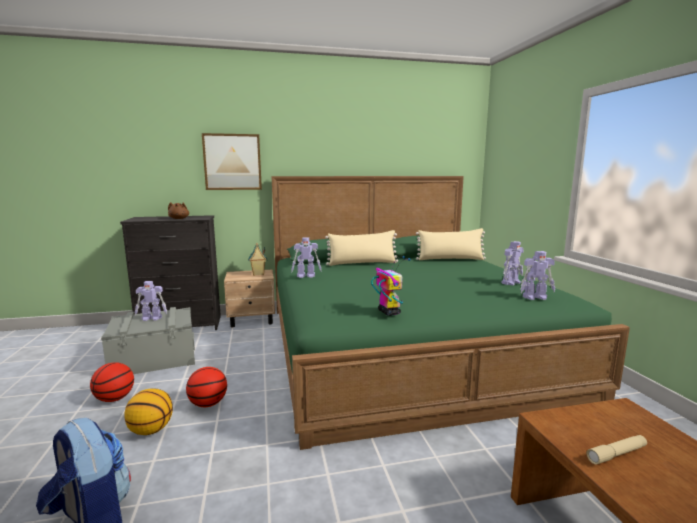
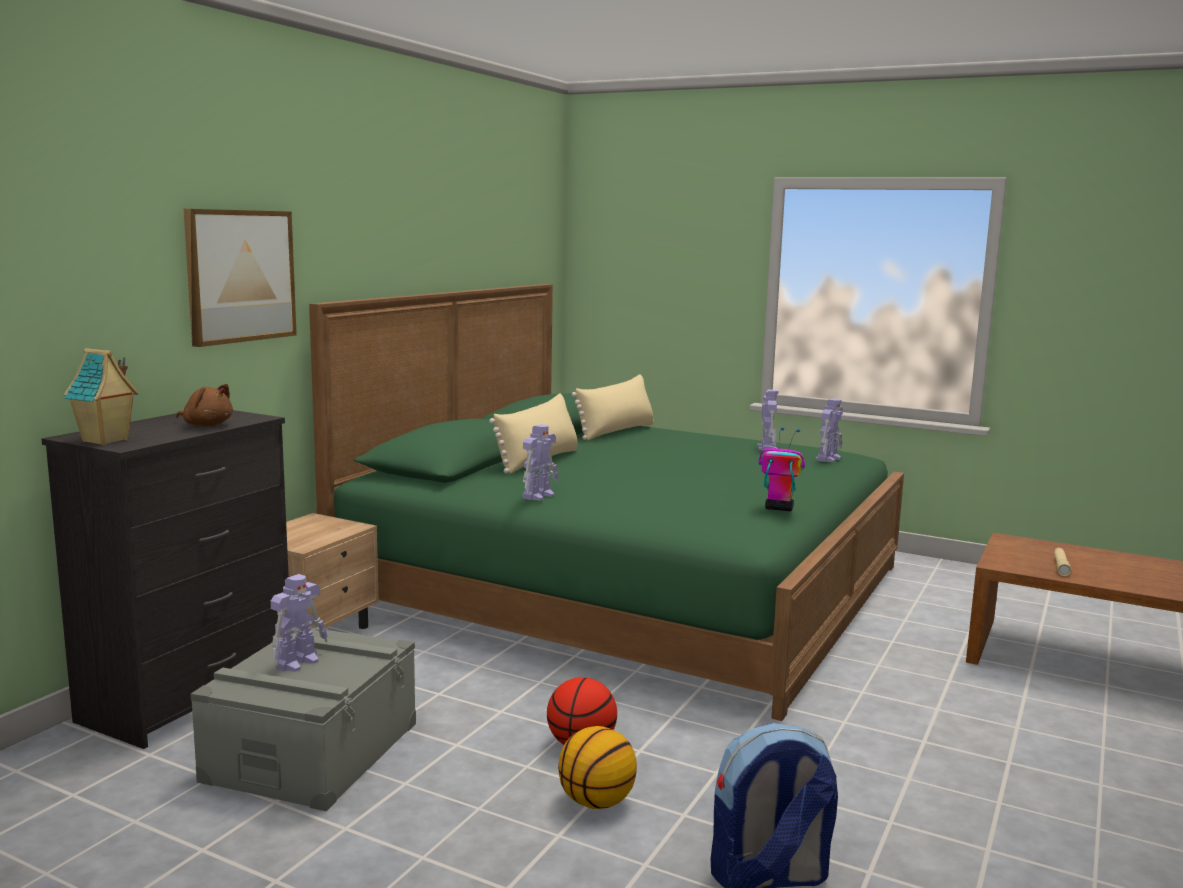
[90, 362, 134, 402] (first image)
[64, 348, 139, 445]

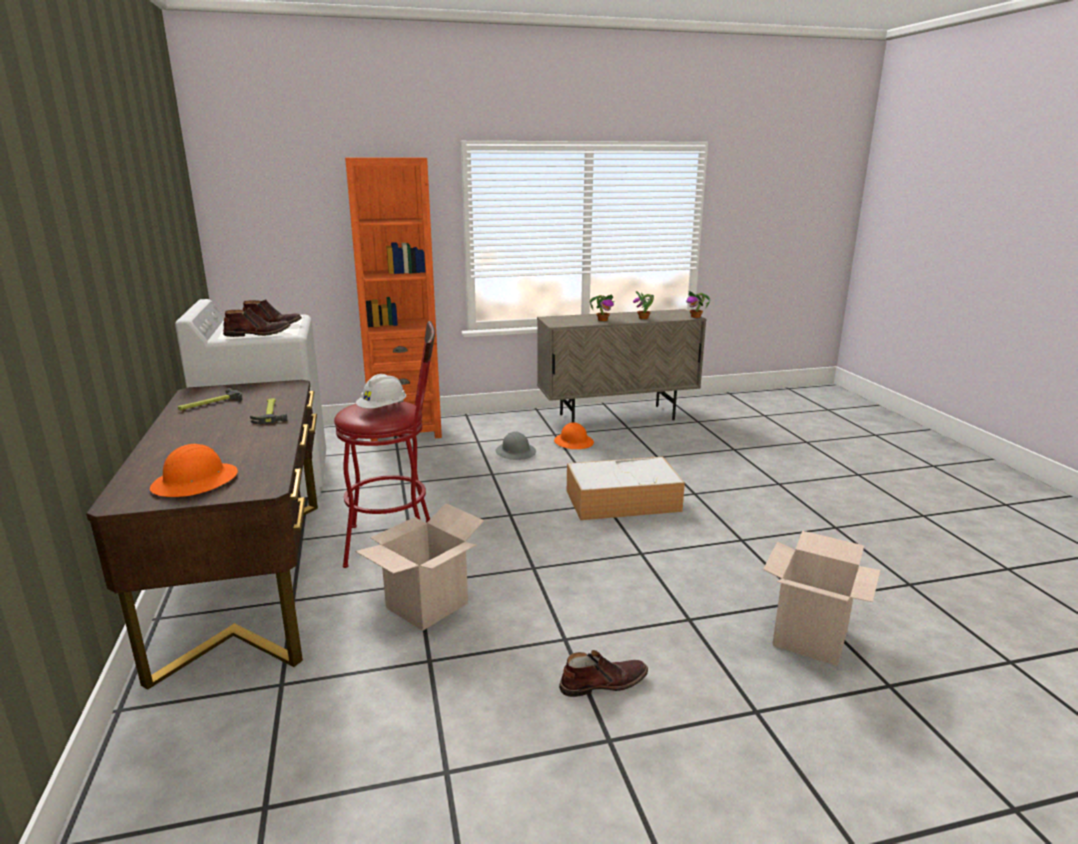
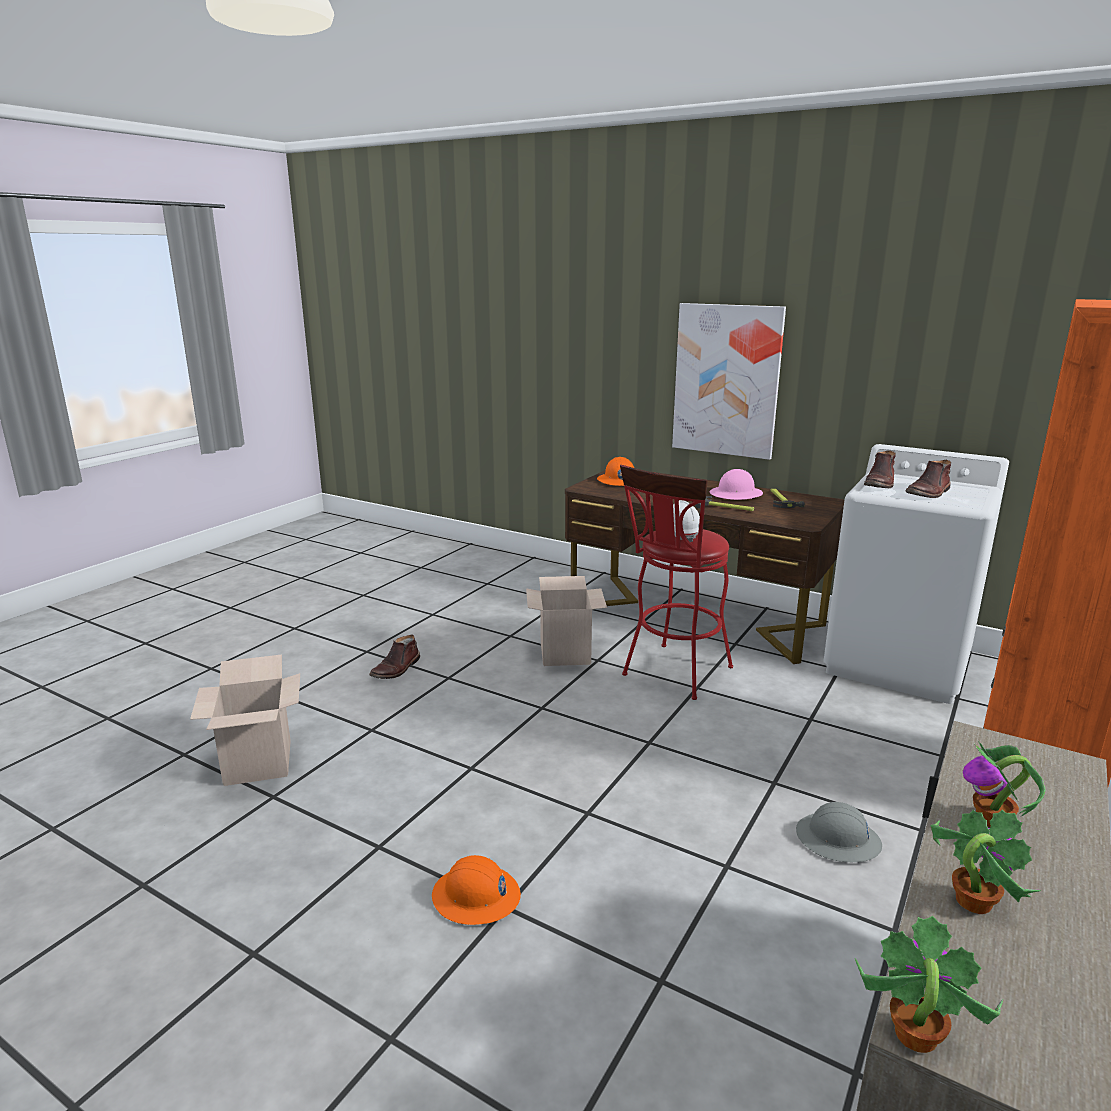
[432, 855, 521, 925]
[567, 457, 685, 520] (first image)
[672, 303, 786, 460]
[710, 469, 763, 500]

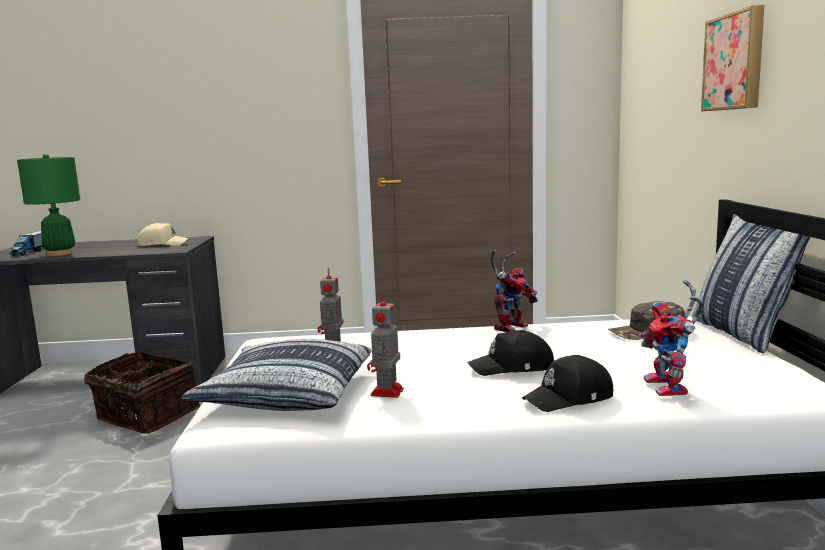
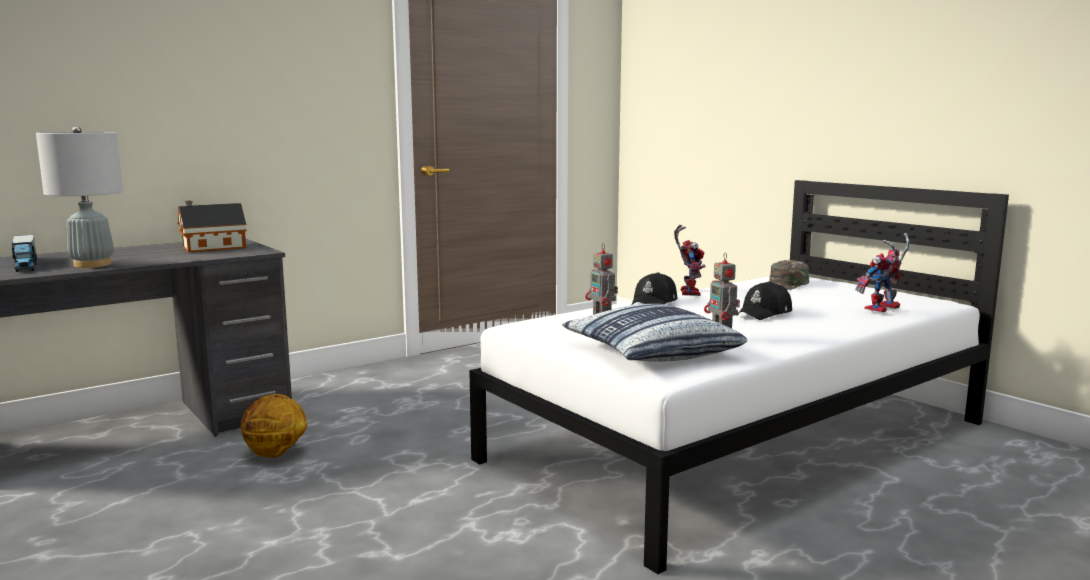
[36, 126, 123, 268]
[241, 394, 307, 458]
[178, 200, 247, 252]
[632, 272, 677, 304]
[855, 233, 910, 312]
[693, 214, 811, 353] (first image)
[701, 5, 765, 111] (first image)

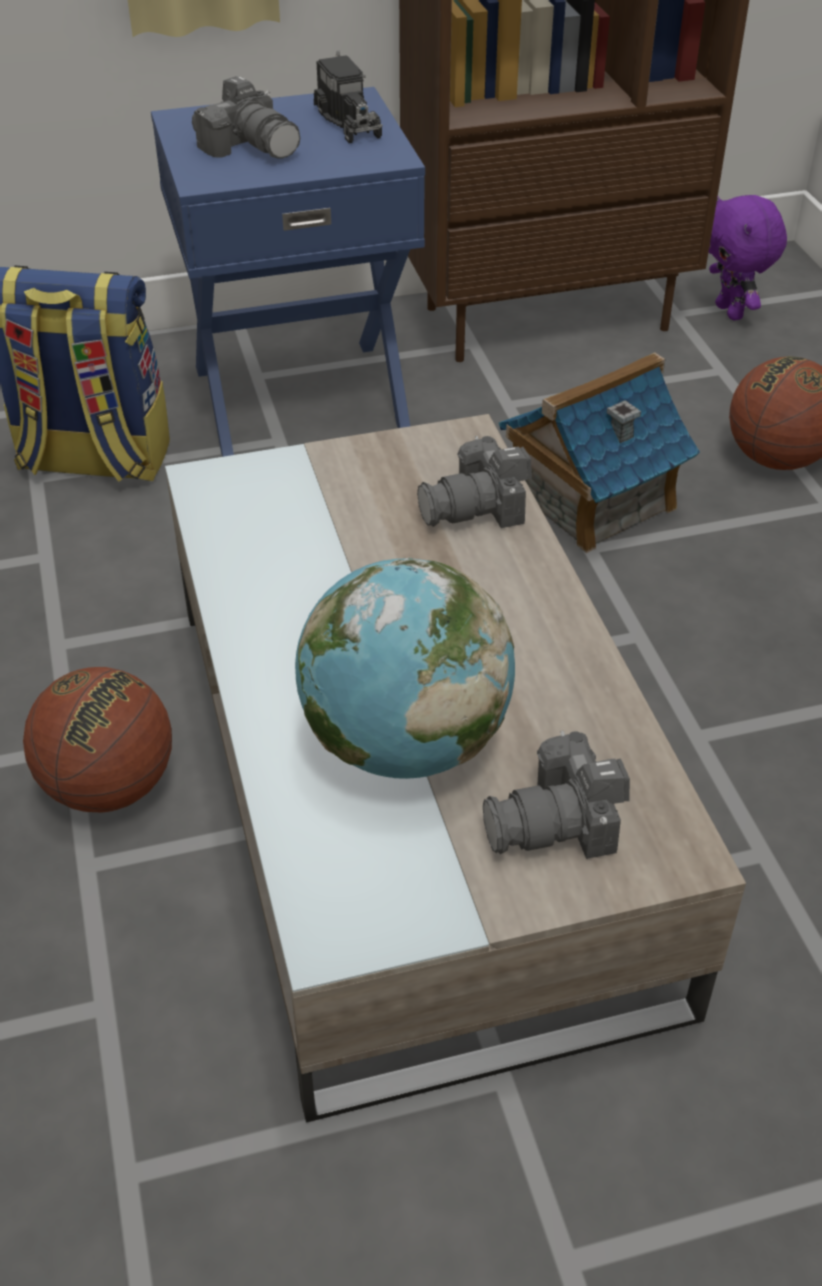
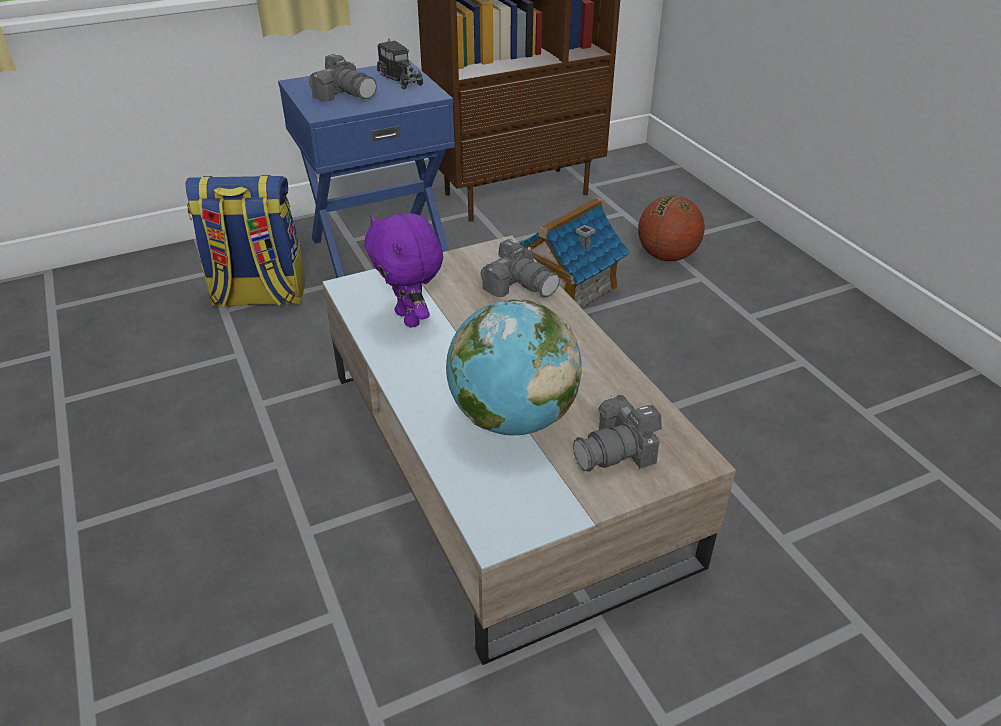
[23, 667, 172, 813] (first image)
[480, 239, 560, 297]
[364, 213, 443, 328]

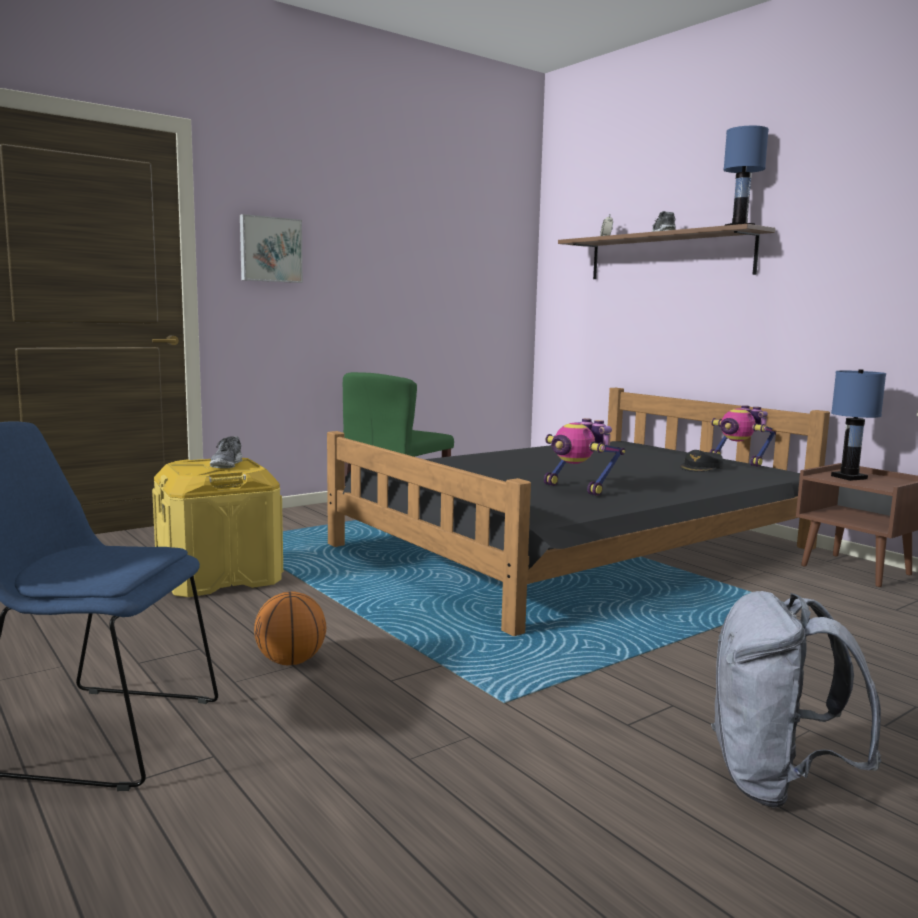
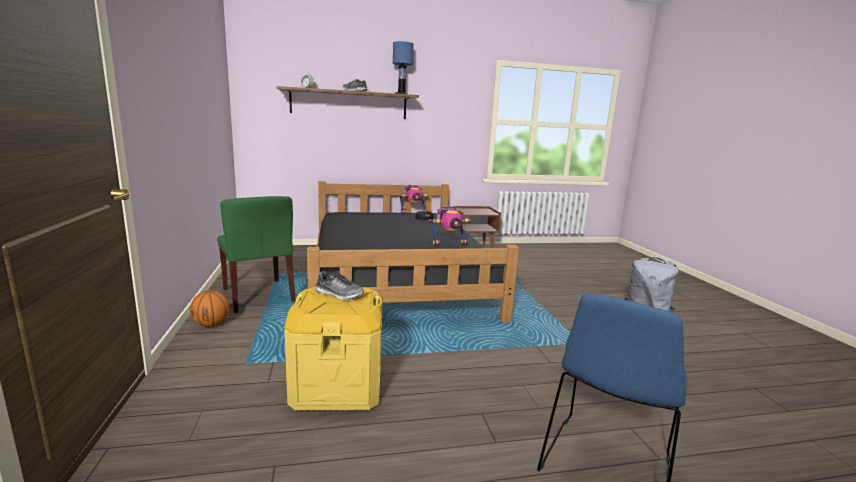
[240, 214, 303, 283] (first image)
[190, 290, 229, 327]
[831, 369, 886, 481] (first image)

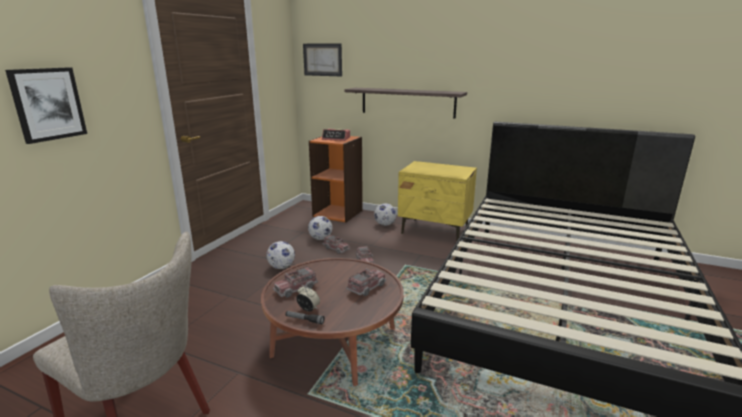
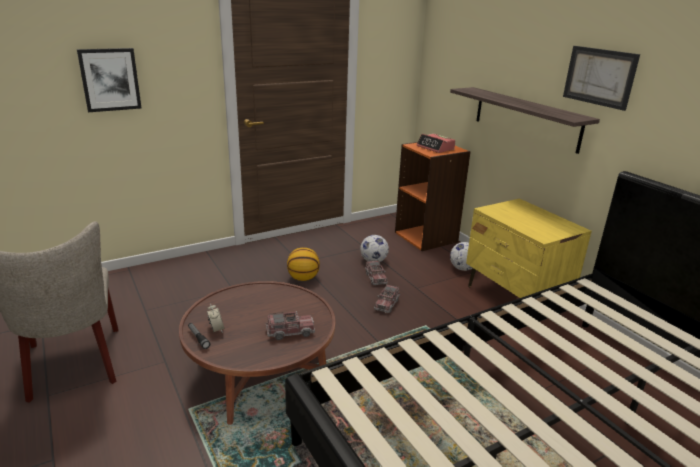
[287, 248, 320, 281]
[273, 266, 318, 298] (first image)
[563, 46, 640, 111]

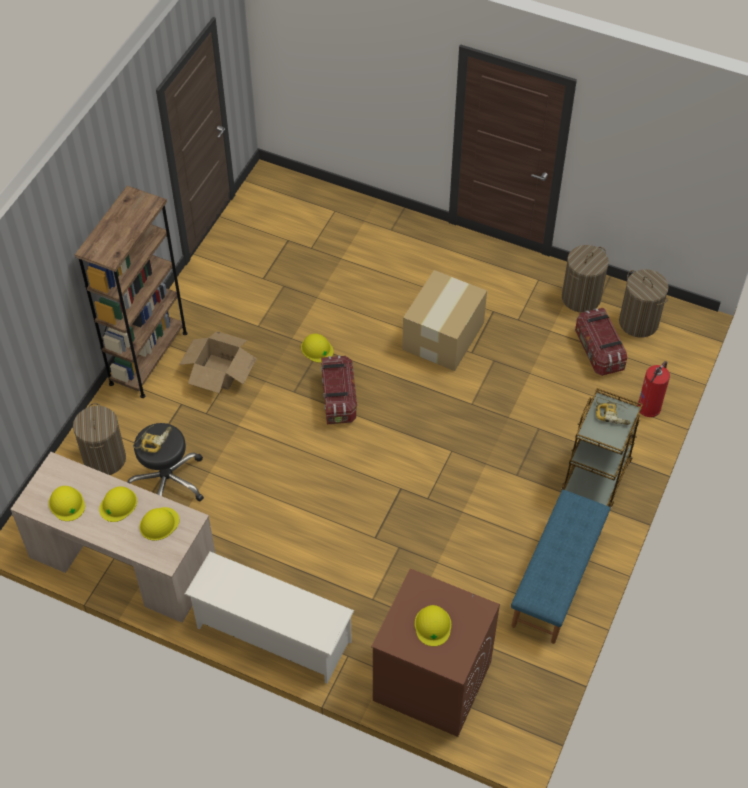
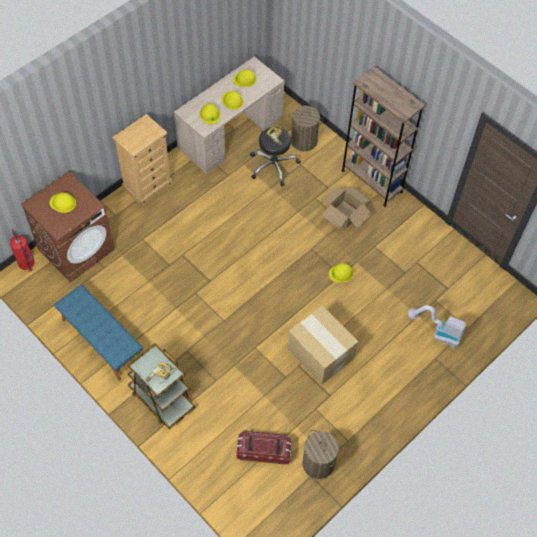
[112, 114, 173, 206]
[321, 355, 357, 424] (first image)
[619, 269, 669, 337] (first image)
[10, 230, 35, 271]
[408, 305, 466, 348]

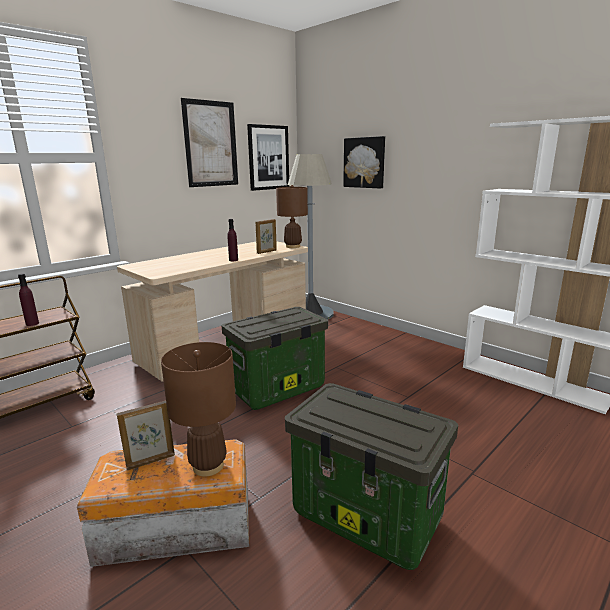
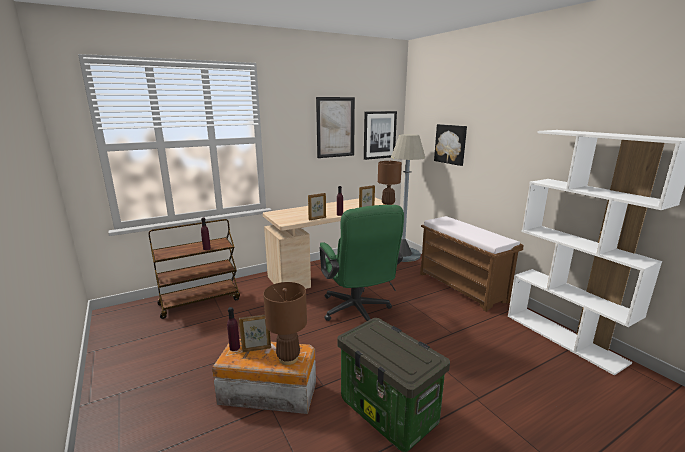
[319, 205, 404, 321]
[227, 307, 240, 351]
[308, 193, 326, 220]
[420, 216, 523, 312]

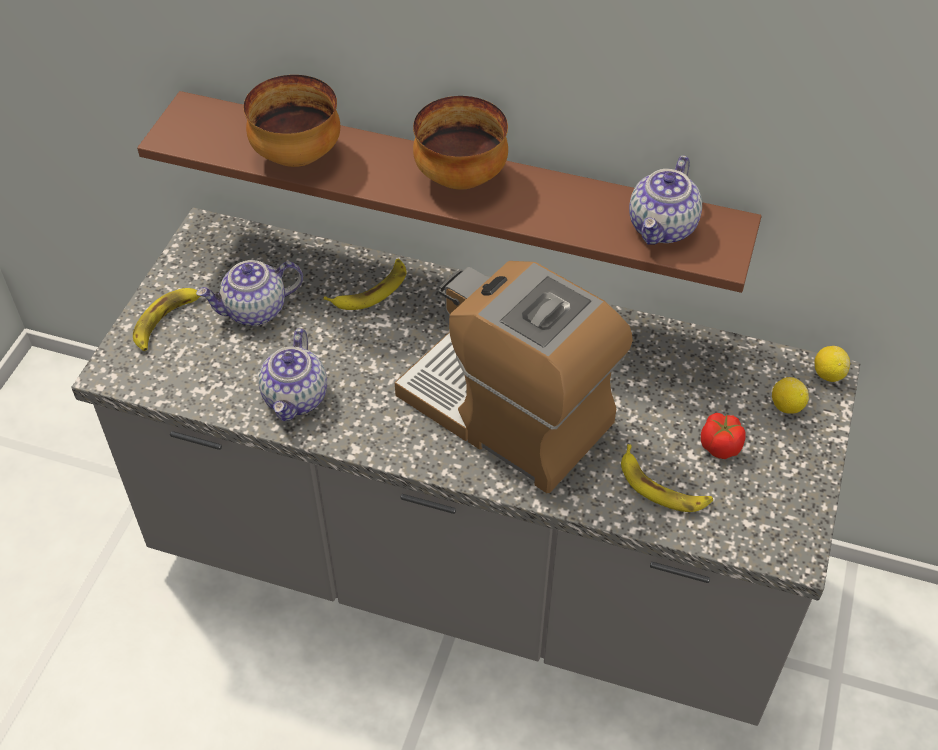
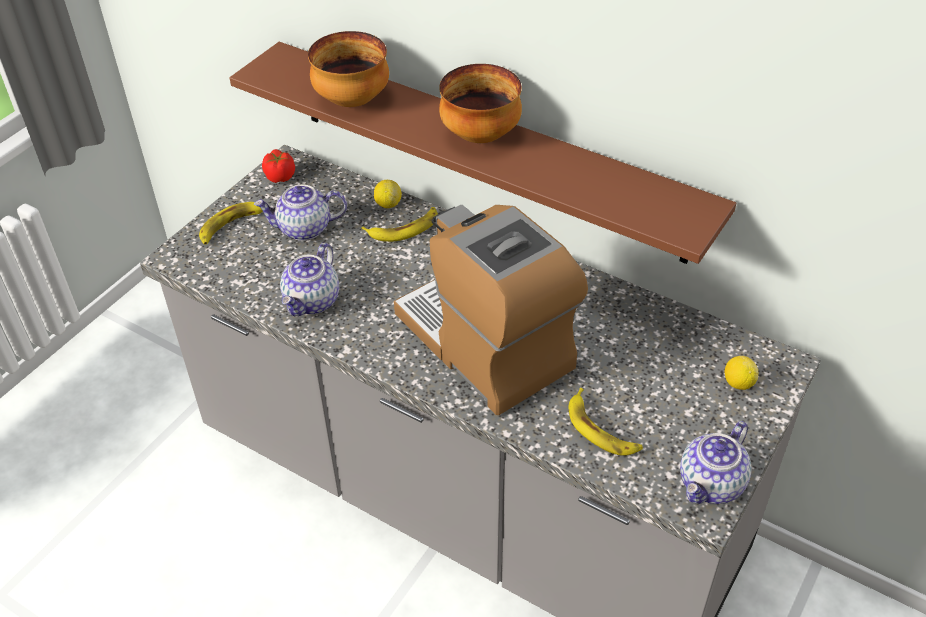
[680, 421, 751, 504]
[262, 149, 295, 183]
[374, 180, 402, 208]

